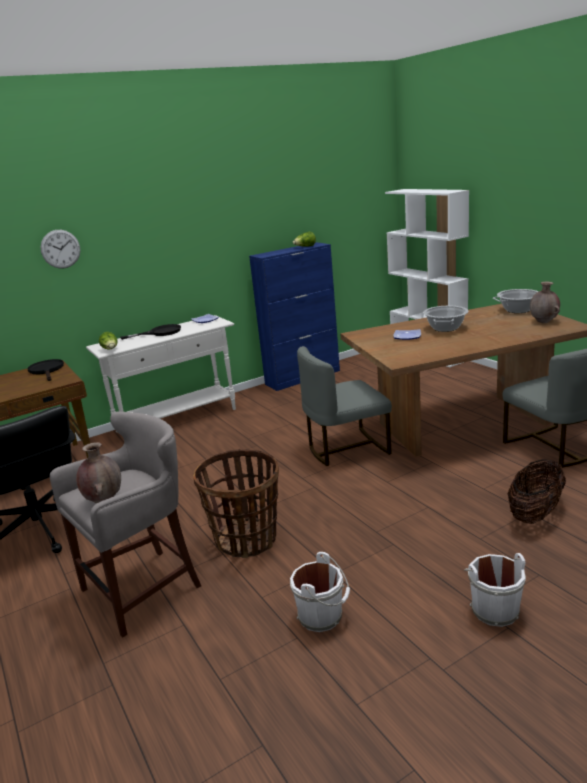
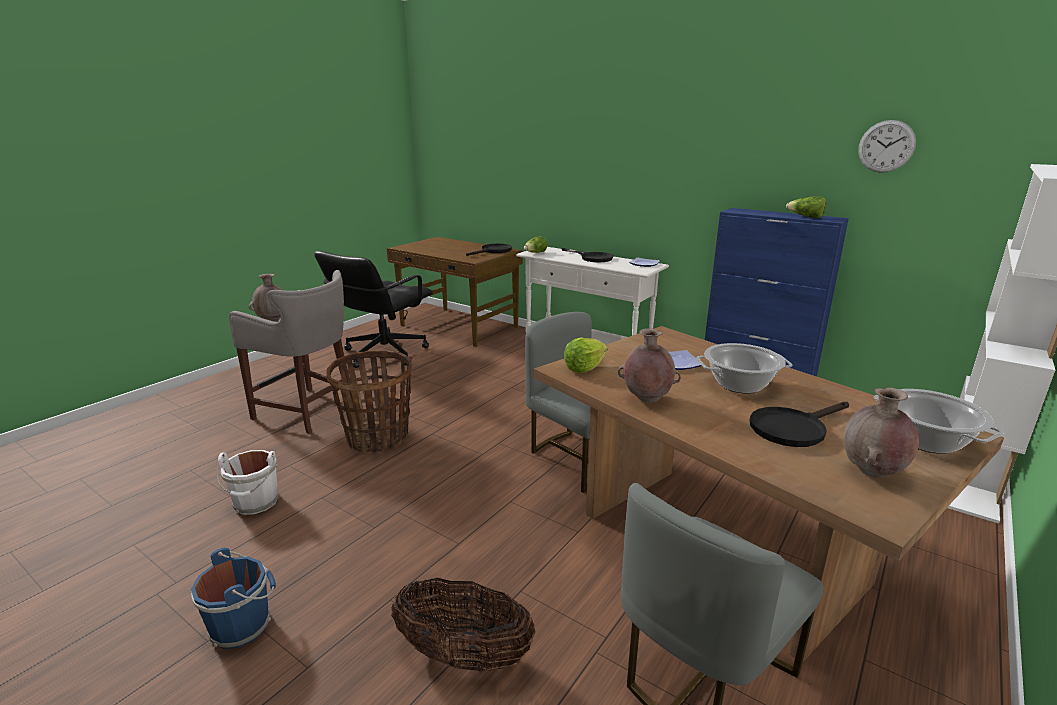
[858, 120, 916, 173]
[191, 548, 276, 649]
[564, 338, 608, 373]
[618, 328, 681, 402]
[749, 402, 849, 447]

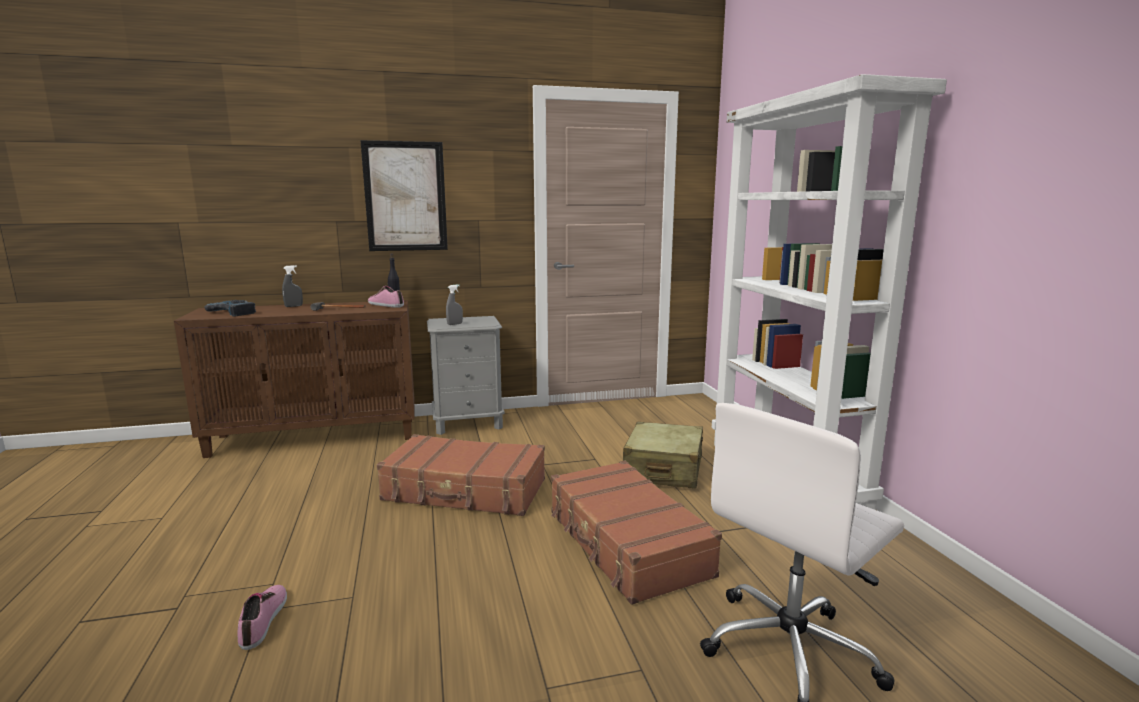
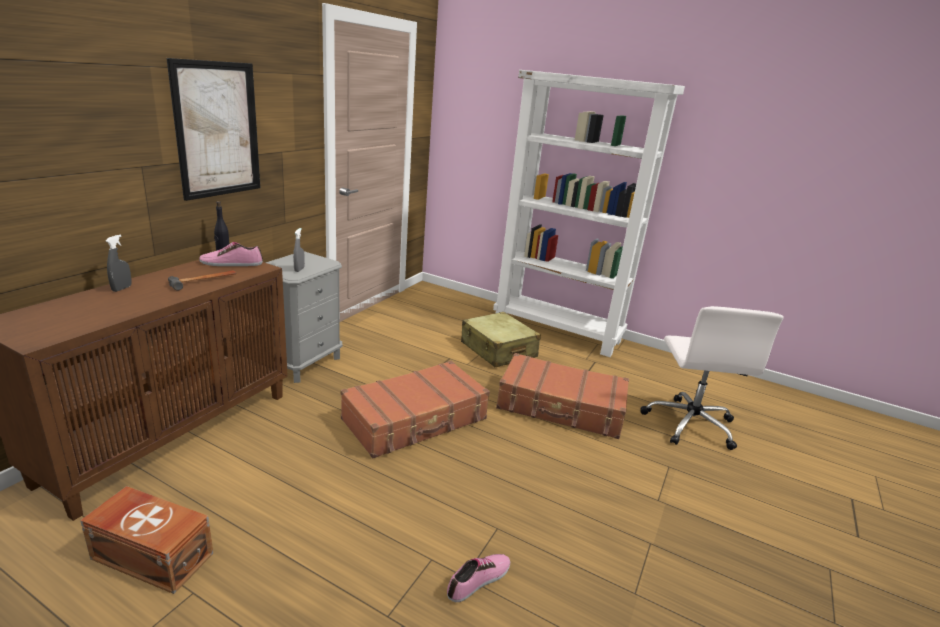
[205, 300, 256, 316] (first image)
[447, 554, 510, 602]
[80, 486, 213, 594]

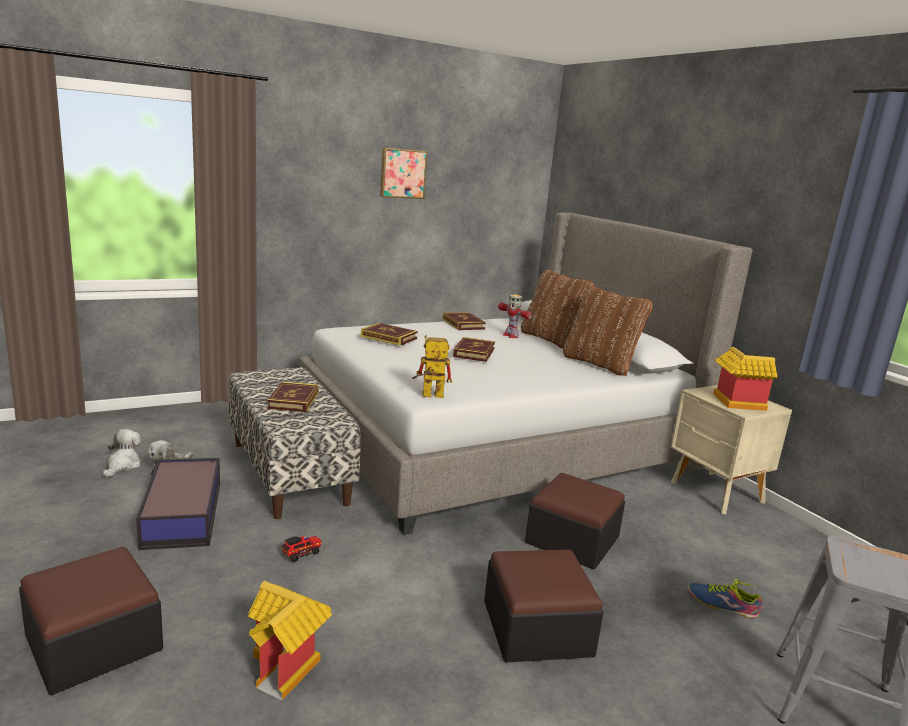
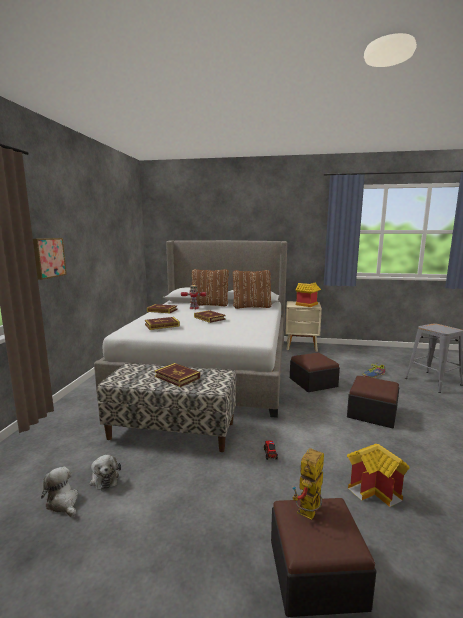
[136, 458, 220, 550] (first image)
[33, 238, 67, 280]
[292, 448, 324, 520]

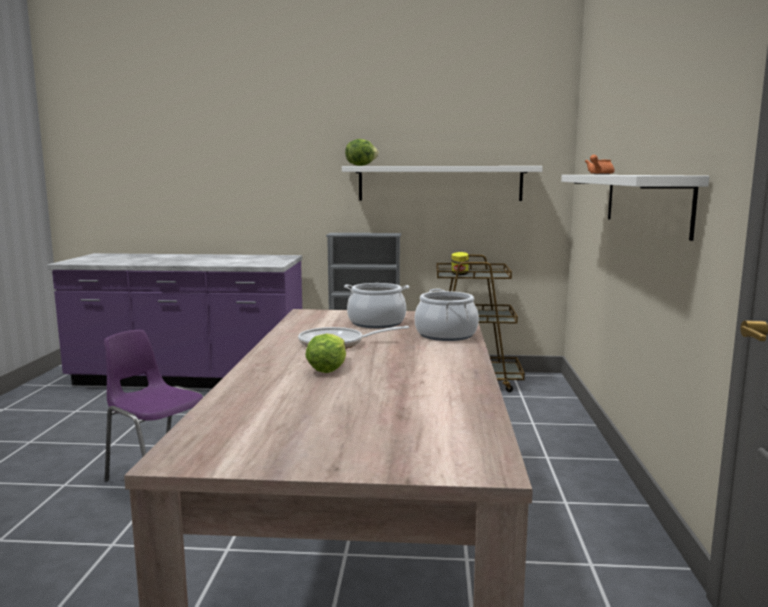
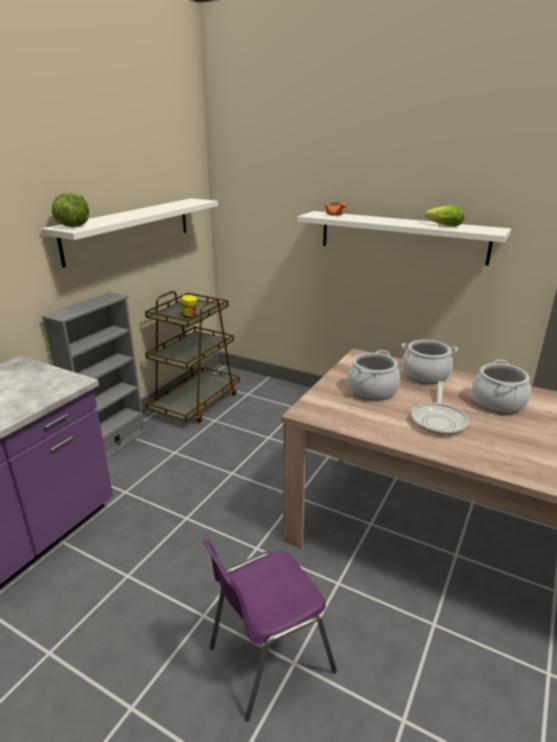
[425, 206, 464, 226]
[472, 360, 531, 414]

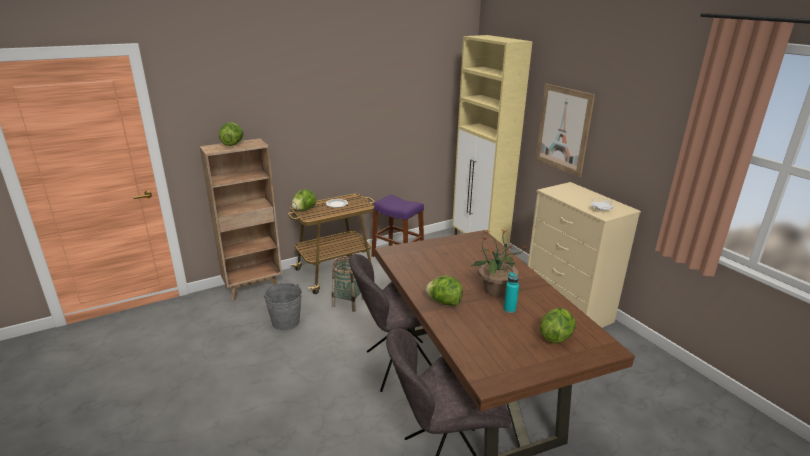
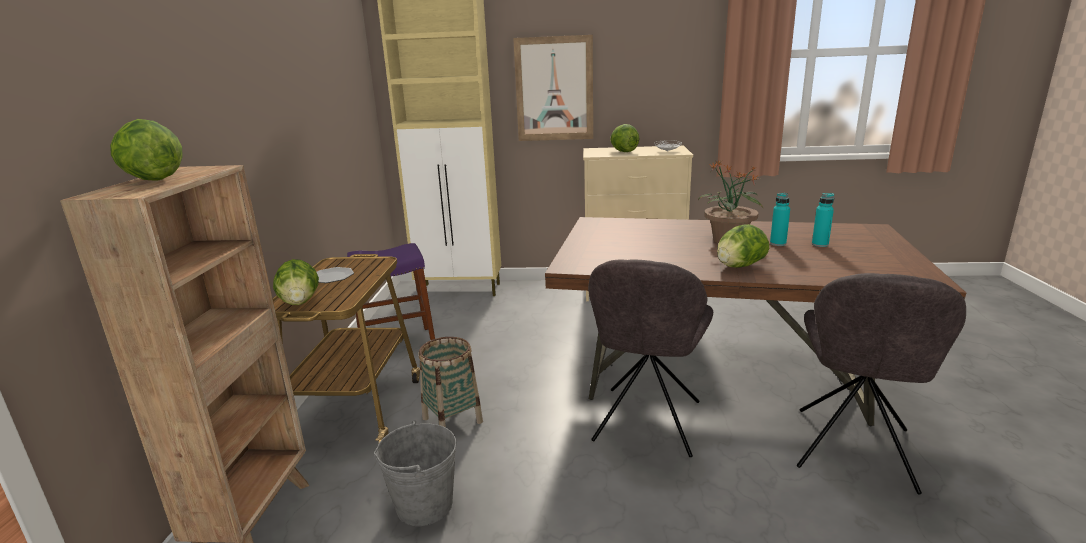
[610, 124, 639, 152]
[812, 193, 834, 247]

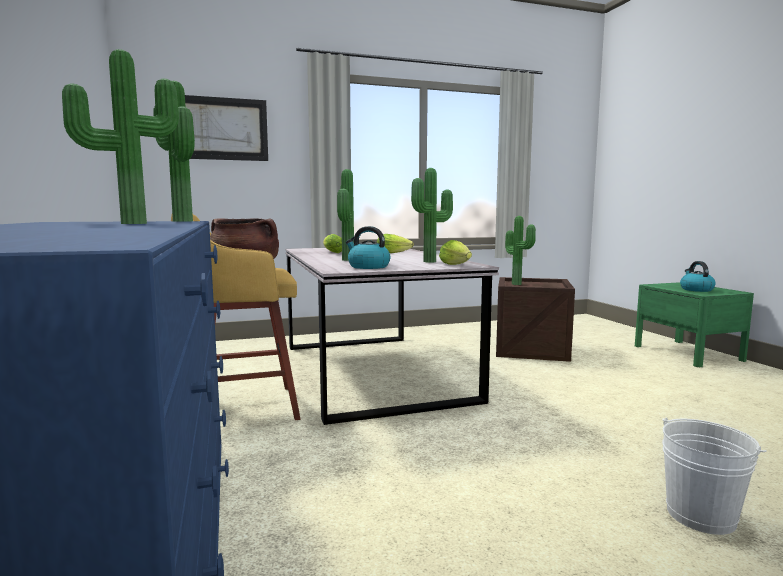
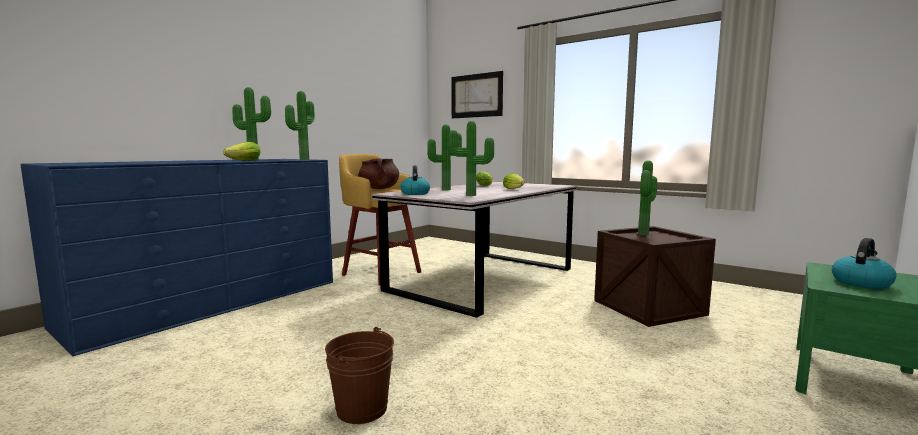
[223, 142, 260, 161]
[325, 327, 394, 424]

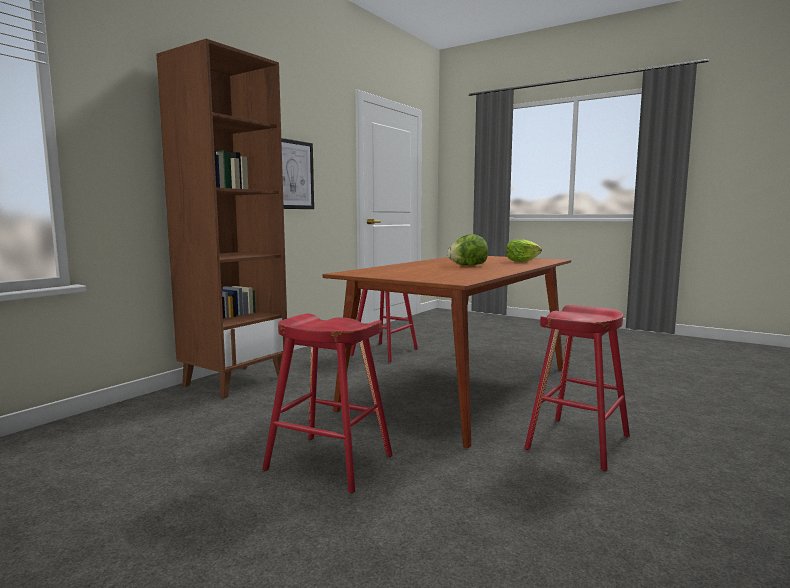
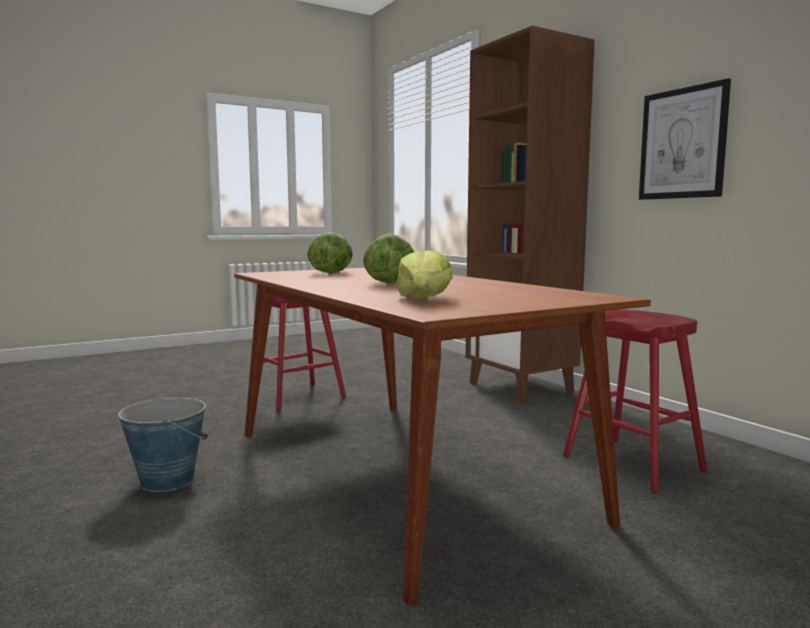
[119, 396, 208, 492]
[307, 232, 353, 273]

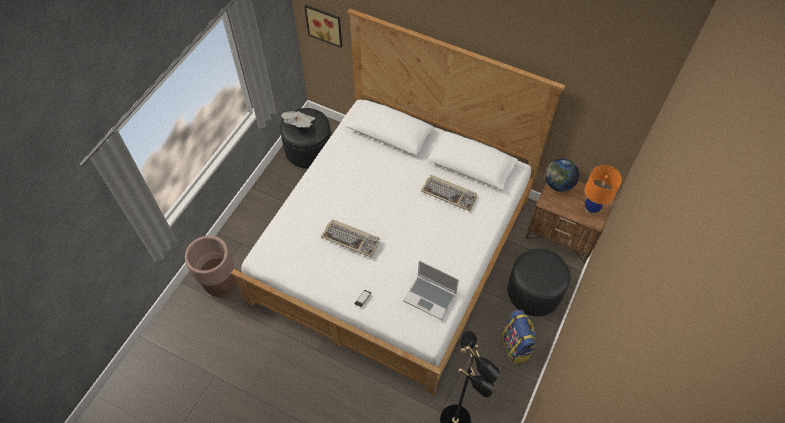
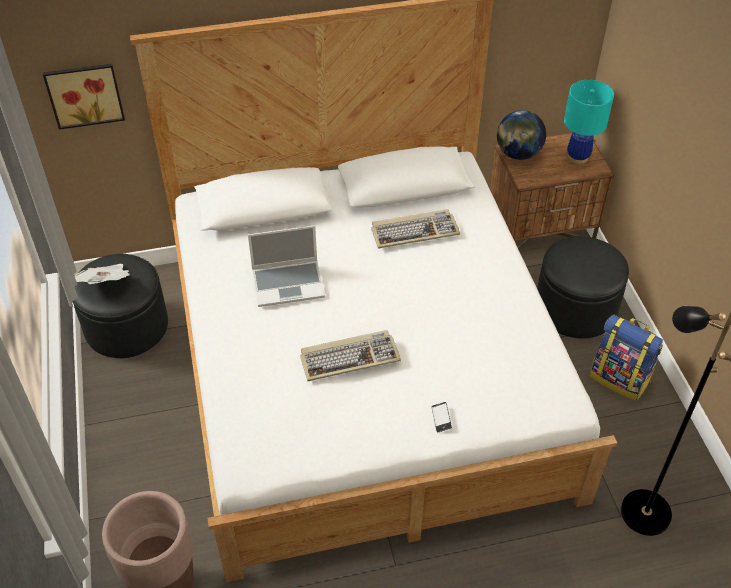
[248, 225, 325, 307]
[564, 80, 614, 164]

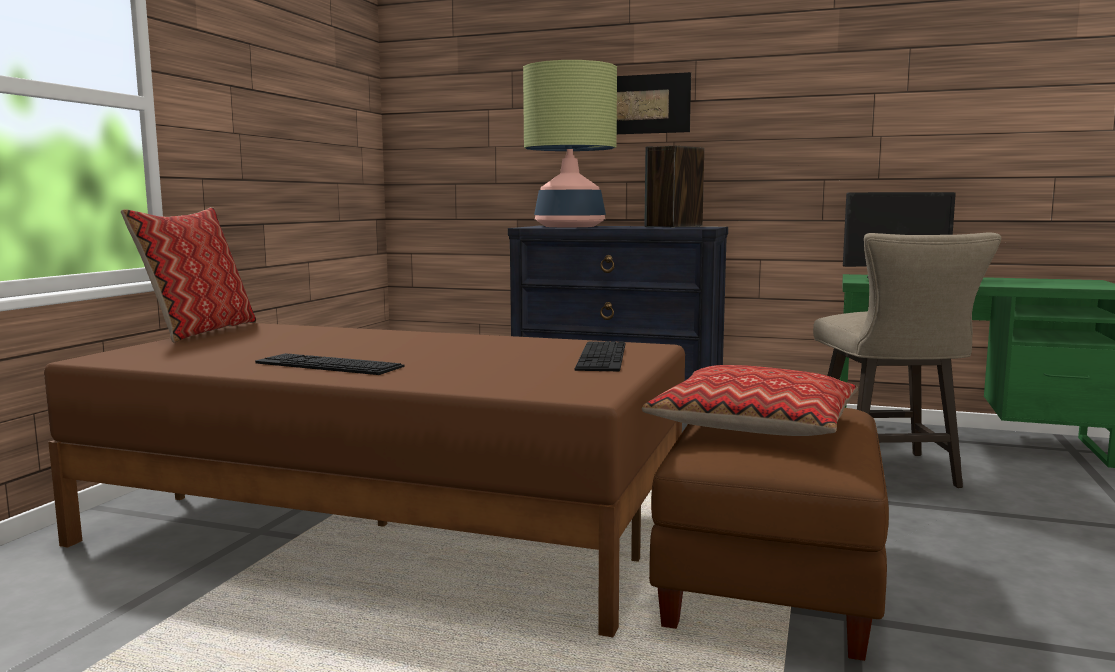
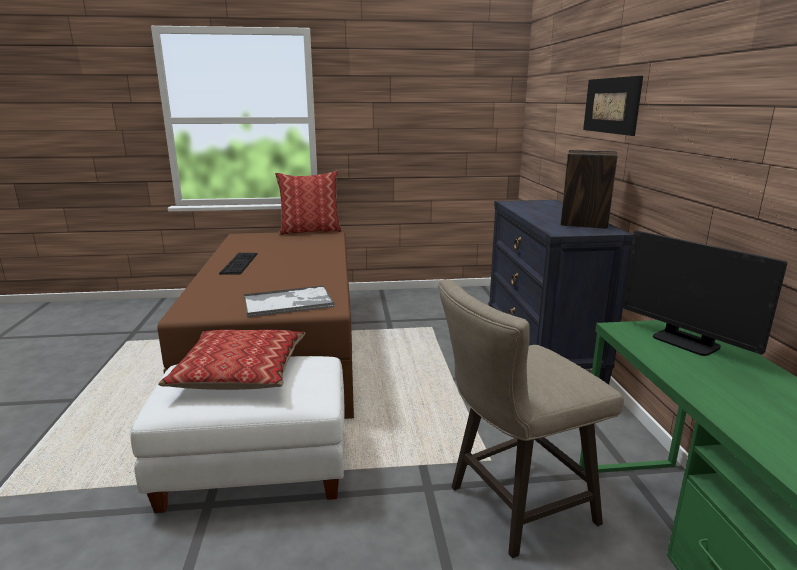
[523, 60, 617, 227] (first image)
[244, 285, 335, 317]
[130, 356, 344, 513]

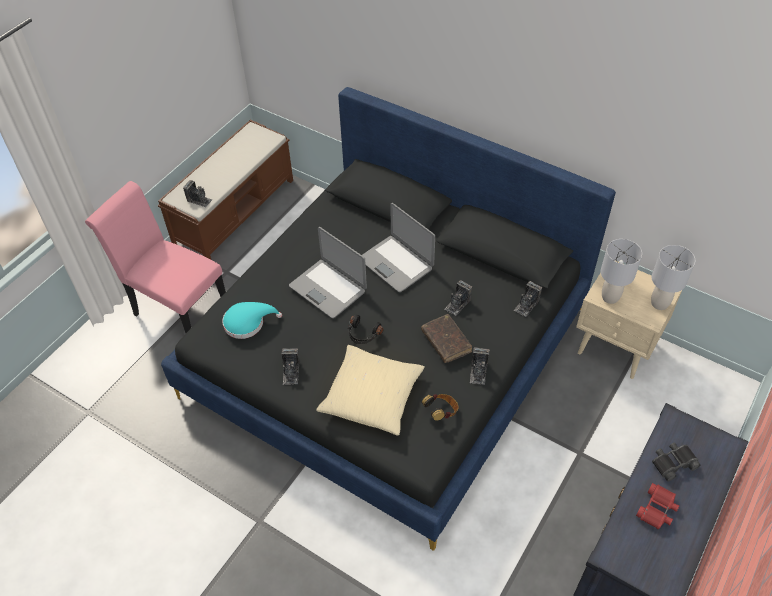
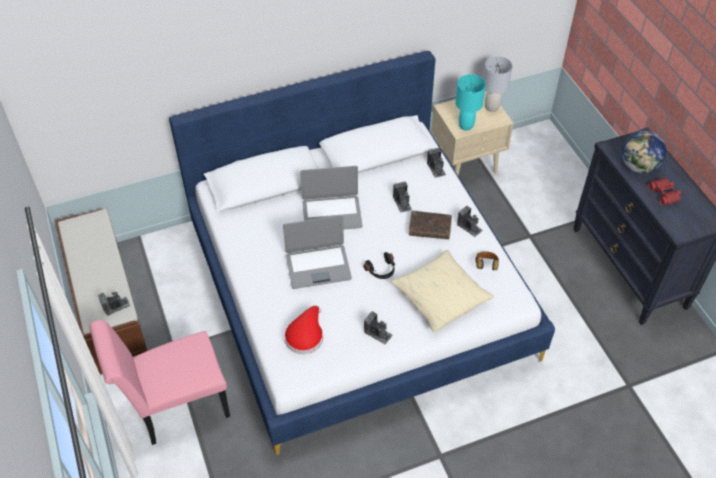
[169, 51, 555, 455]
[284, 306, 323, 354]
[455, 74, 486, 131]
[622, 131, 667, 174]

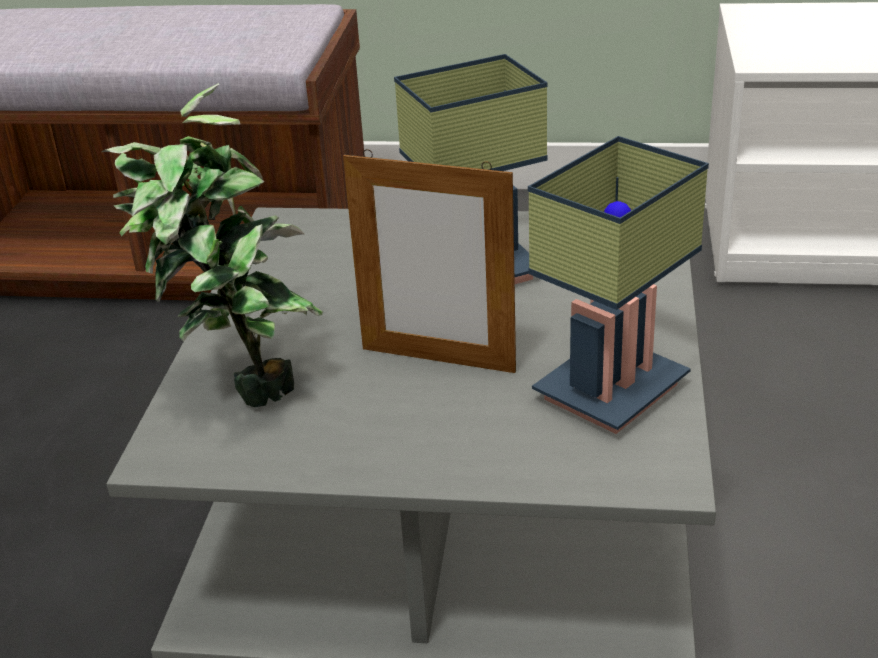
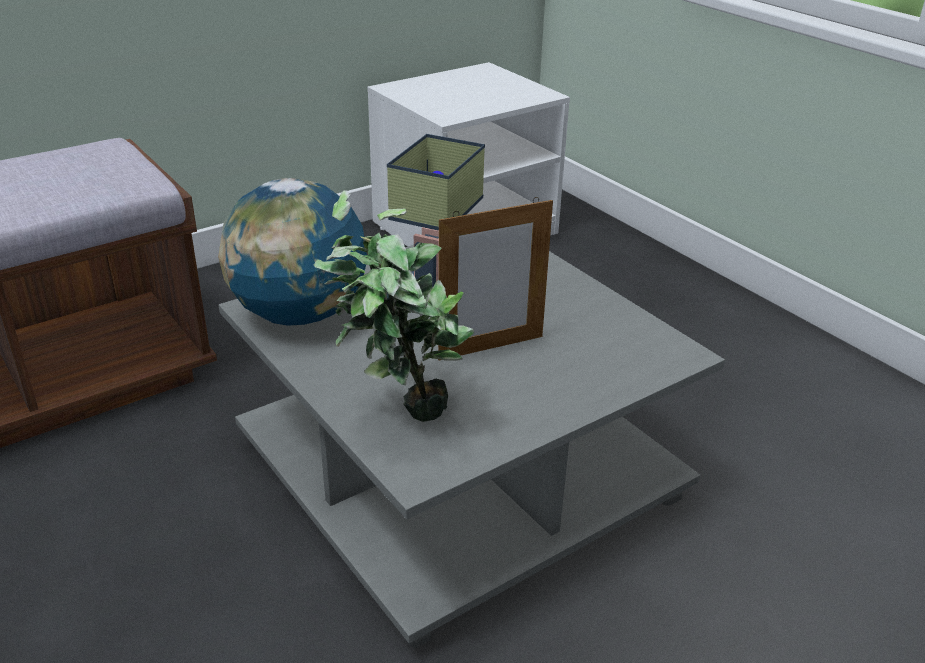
[528, 136, 709, 434] (first image)
[218, 178, 367, 326]

